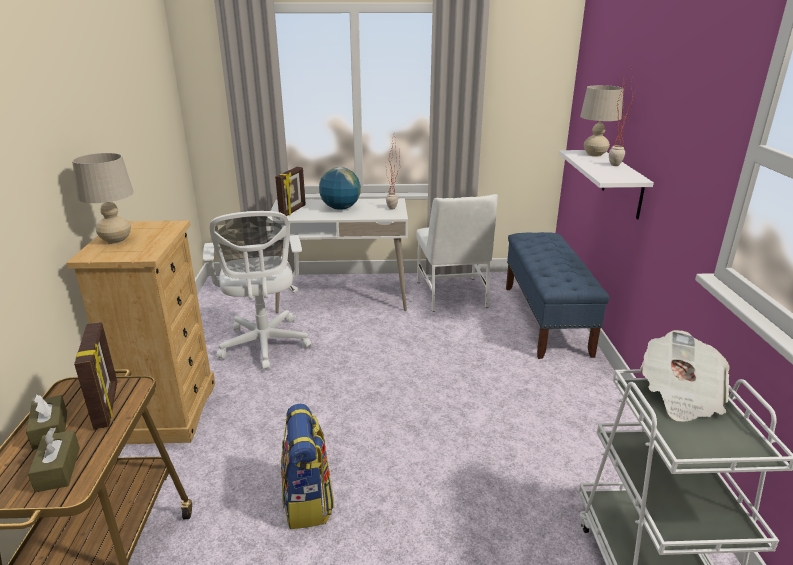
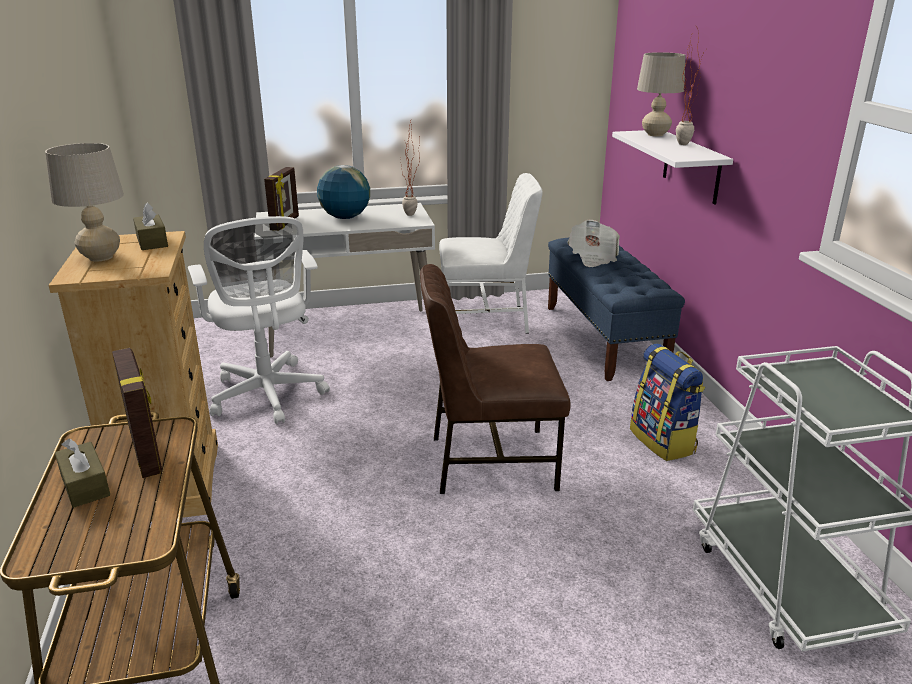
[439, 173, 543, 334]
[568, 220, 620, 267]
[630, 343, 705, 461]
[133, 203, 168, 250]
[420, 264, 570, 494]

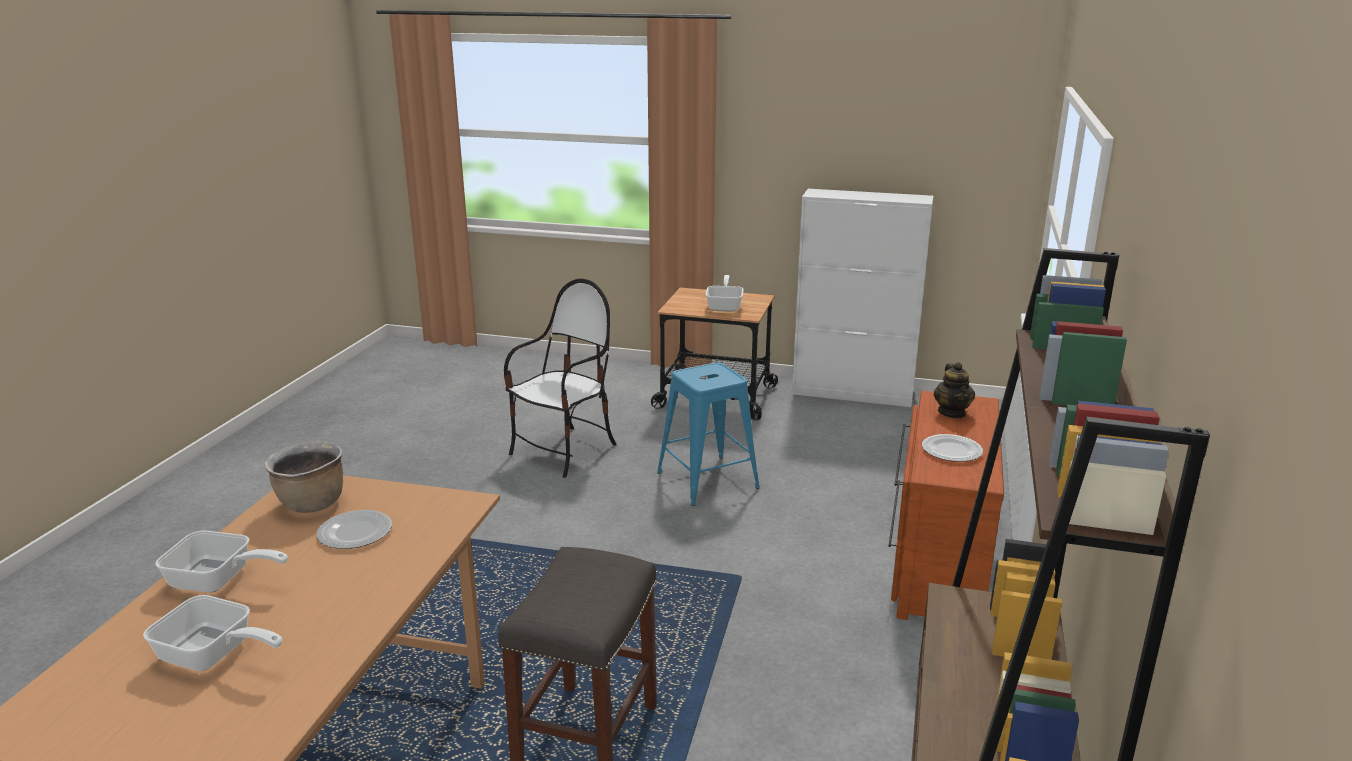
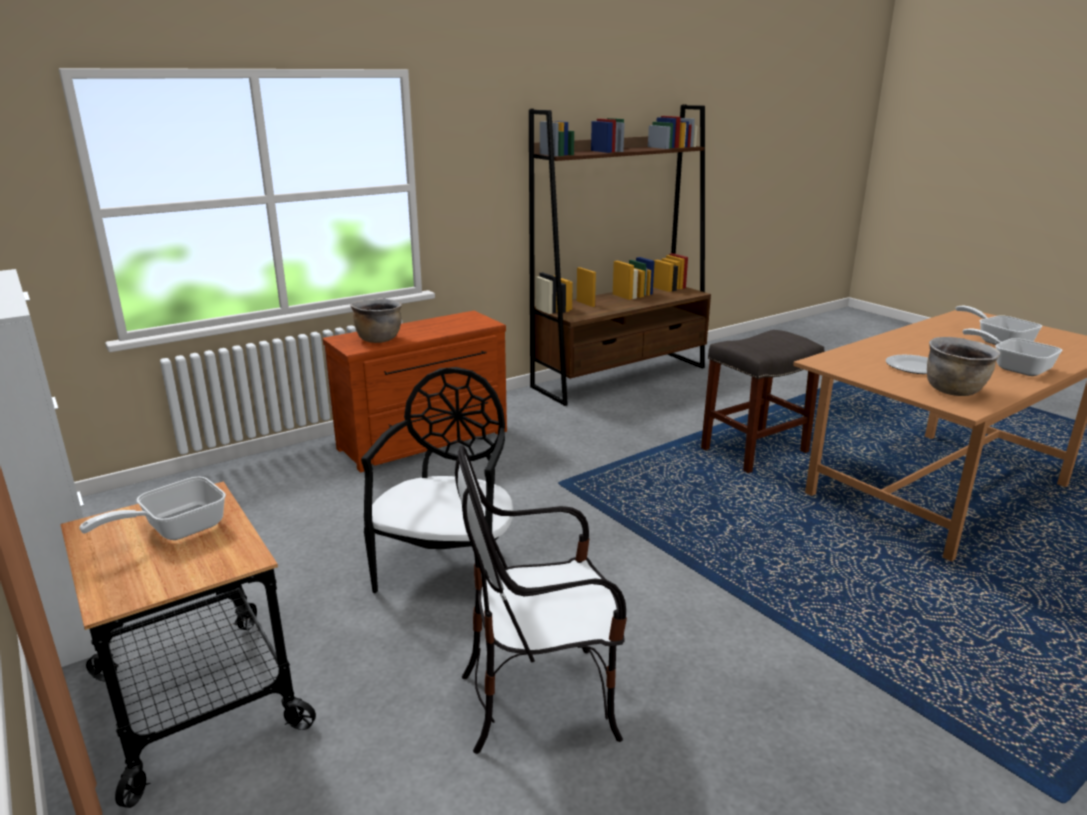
[361, 367, 514, 593]
[351, 298, 402, 343]
[922, 434, 983, 462] (first image)

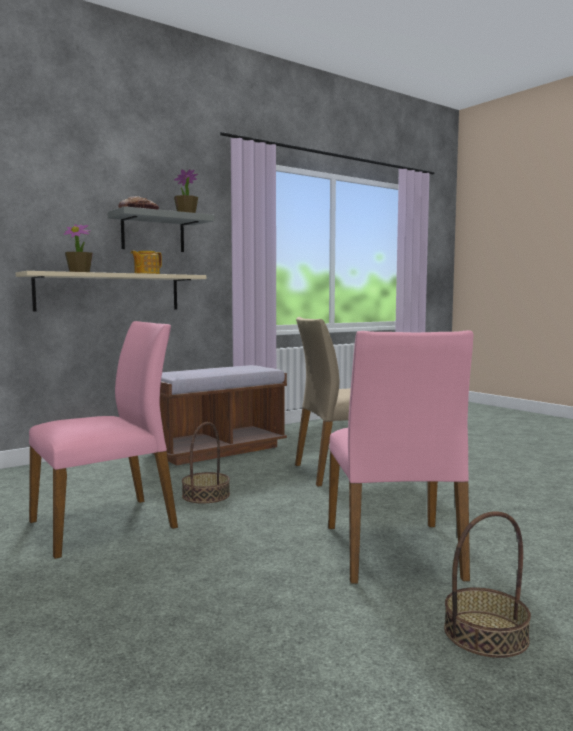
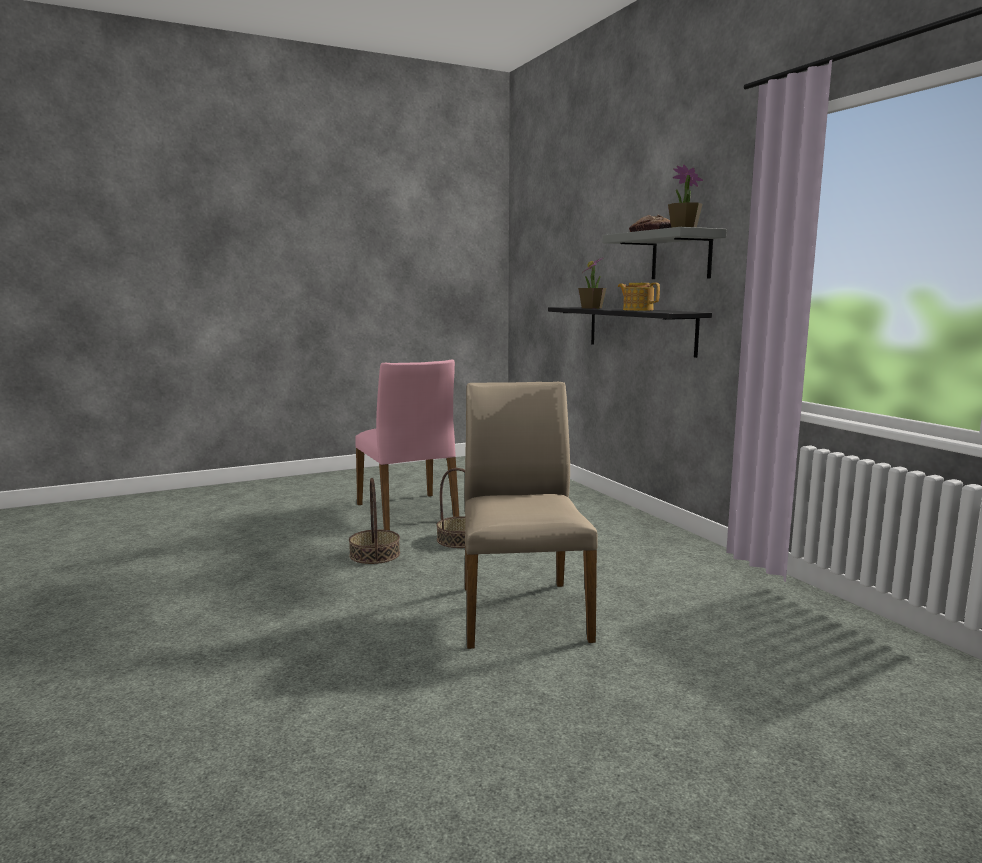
[548, 307, 712, 358]
[328, 330, 473, 584] (first image)
[153, 365, 287, 466] (first image)
[349, 478, 400, 564]

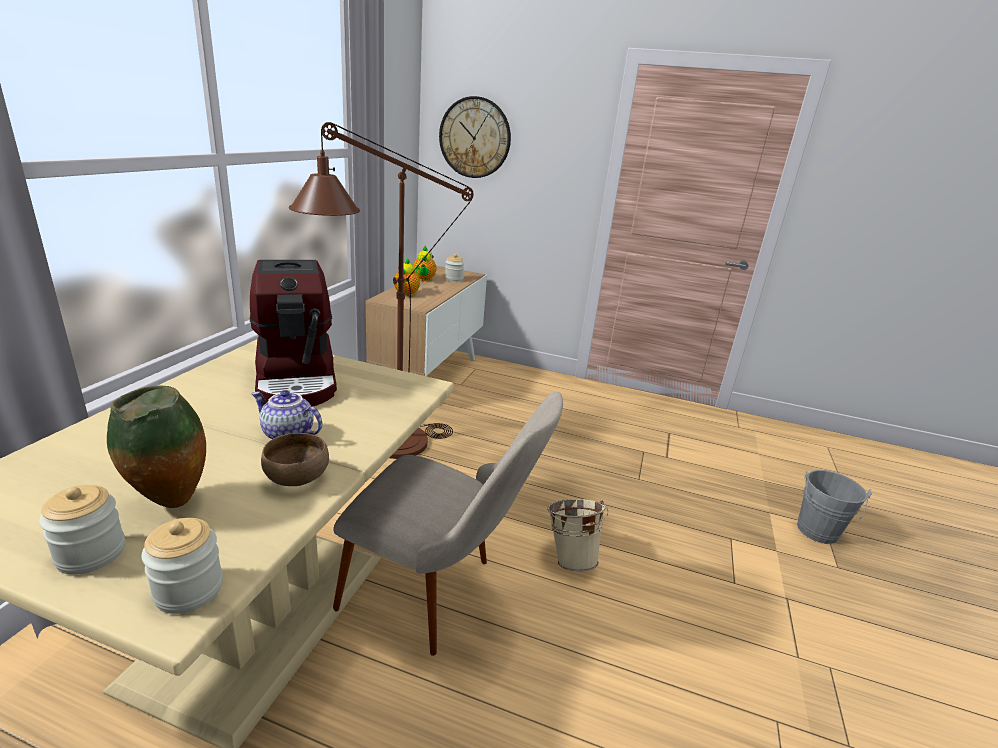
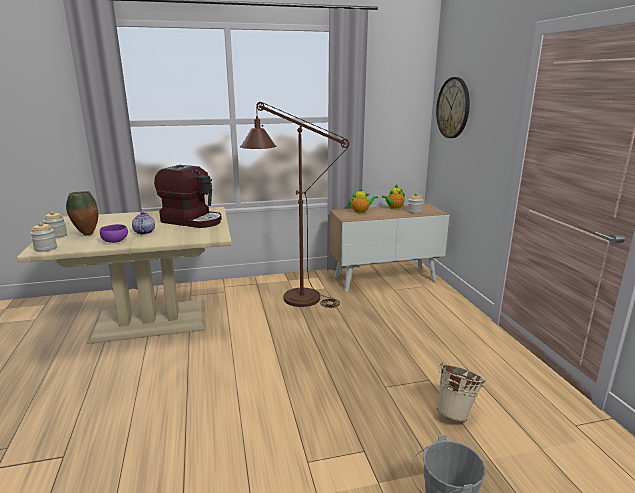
[154, 165, 222, 228]
[333, 392, 563, 656] (first image)
[100, 224, 128, 243]
[436, 362, 486, 422]

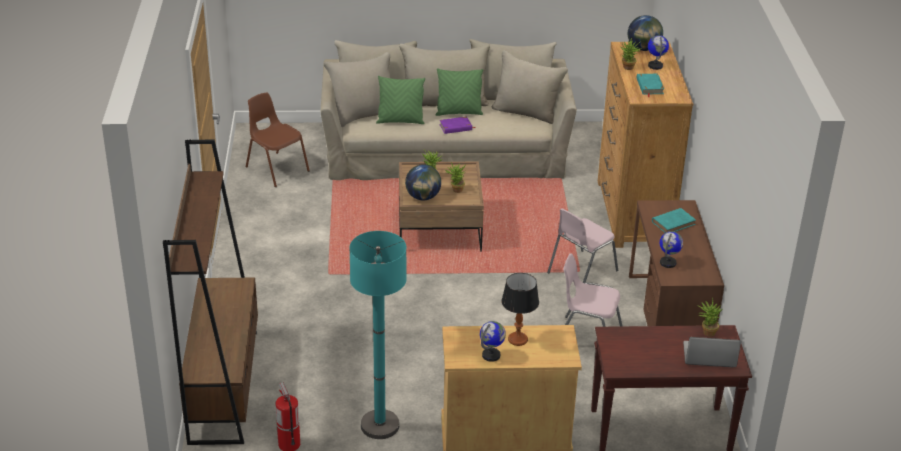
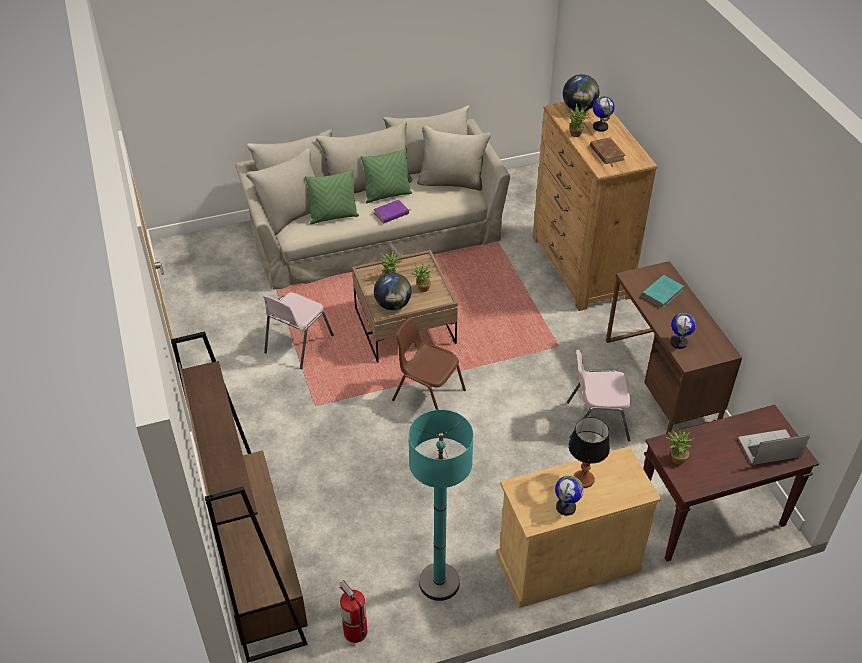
[590, 137, 625, 167]
[392, 317, 466, 410]
[263, 292, 334, 369]
[665, 426, 695, 464]

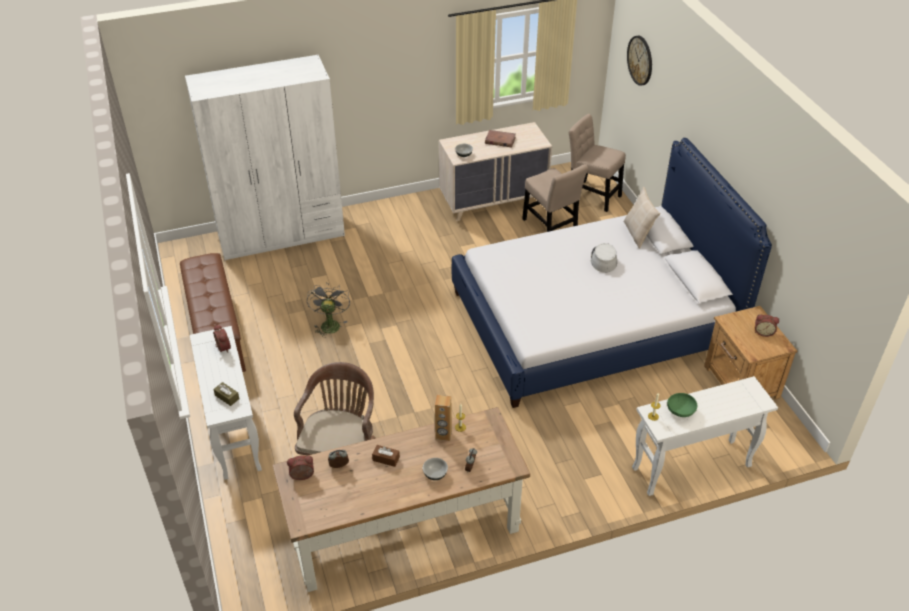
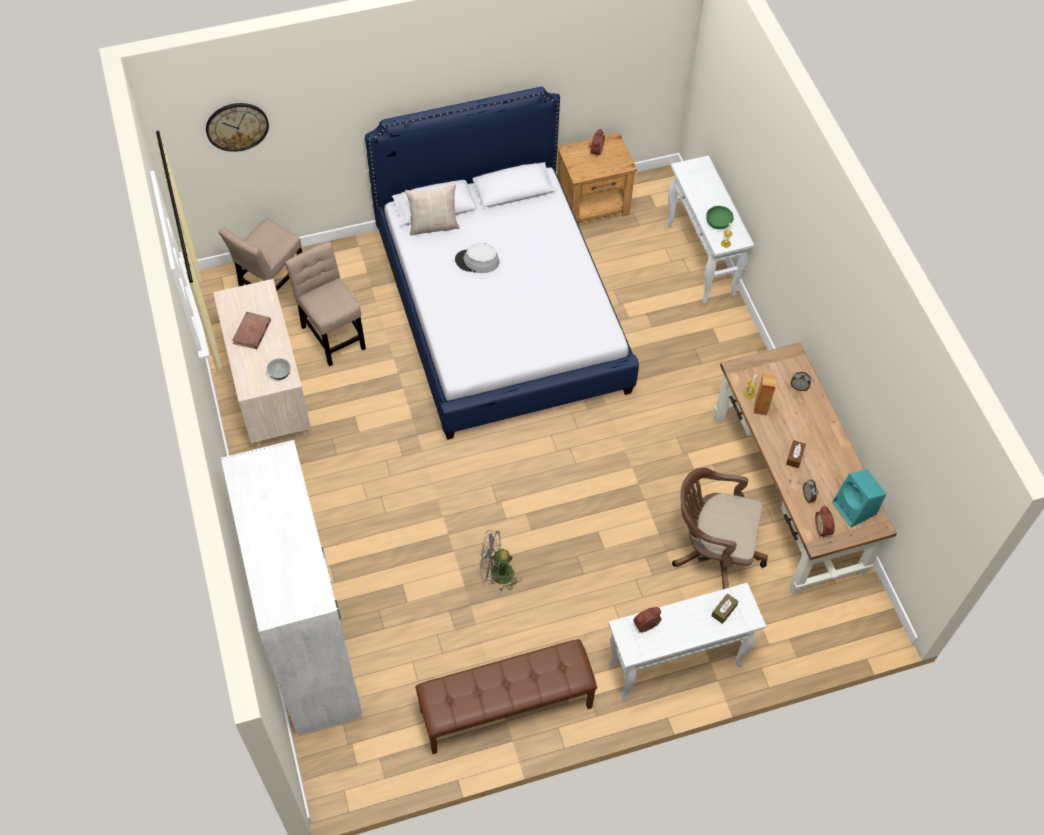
[285, 242, 366, 366]
[423, 458, 448, 480] (first image)
[832, 469, 886, 527]

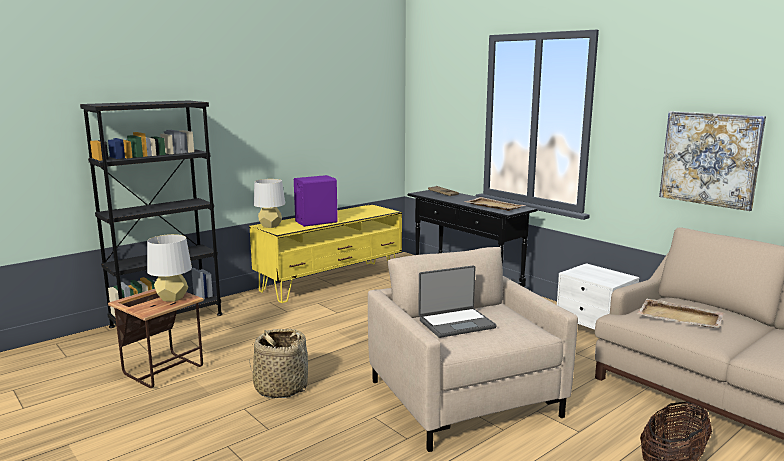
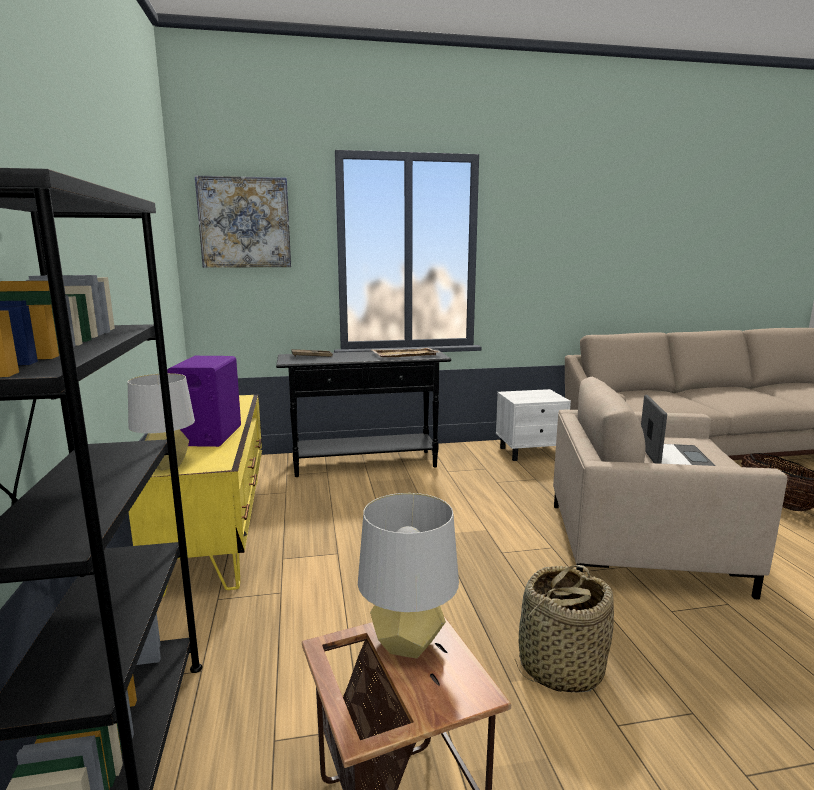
[195, 175, 291, 268]
[637, 299, 724, 328] (first image)

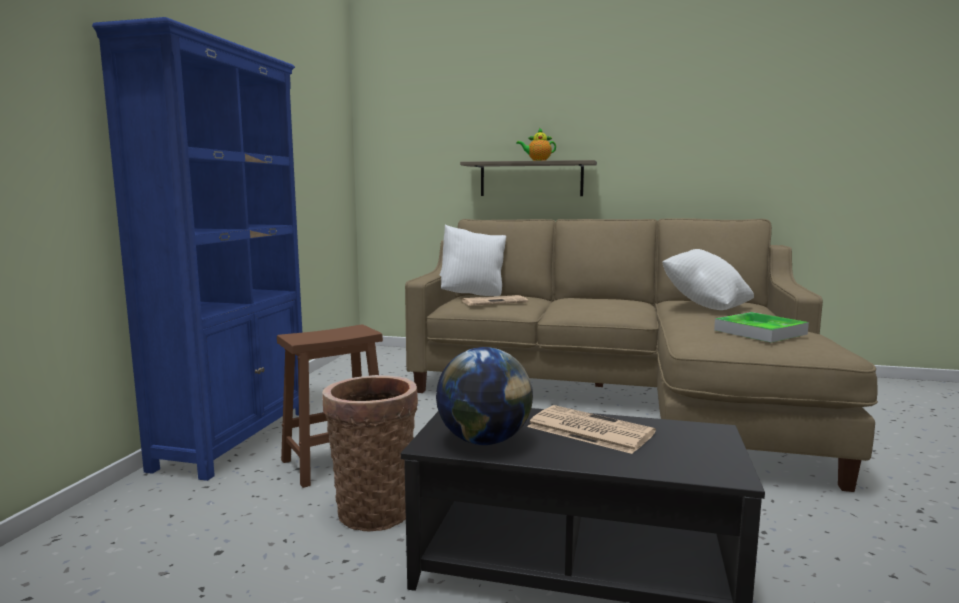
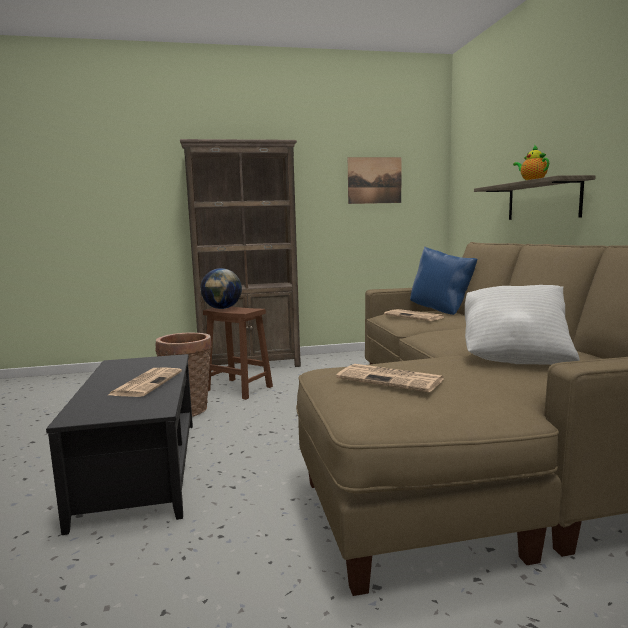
[180, 139, 301, 367]
[410, 246, 478, 315]
[336, 364, 444, 392]
[200, 268, 242, 309]
[348, 157, 401, 204]

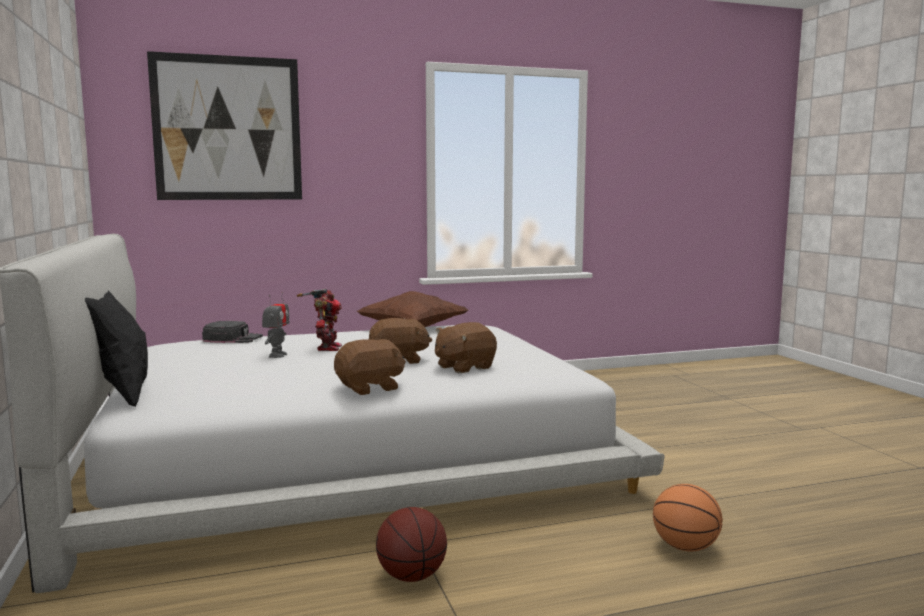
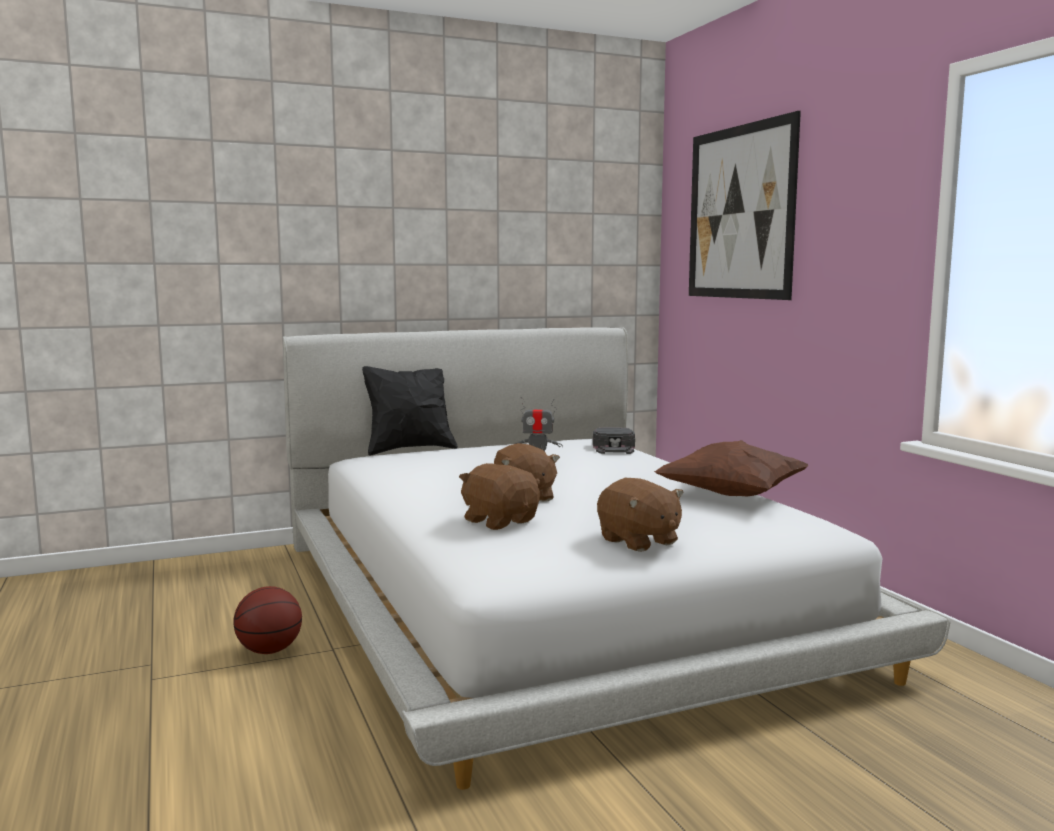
[297, 288, 342, 351] (first image)
[597, 478, 684, 552]
[653, 484, 723, 551] (first image)

